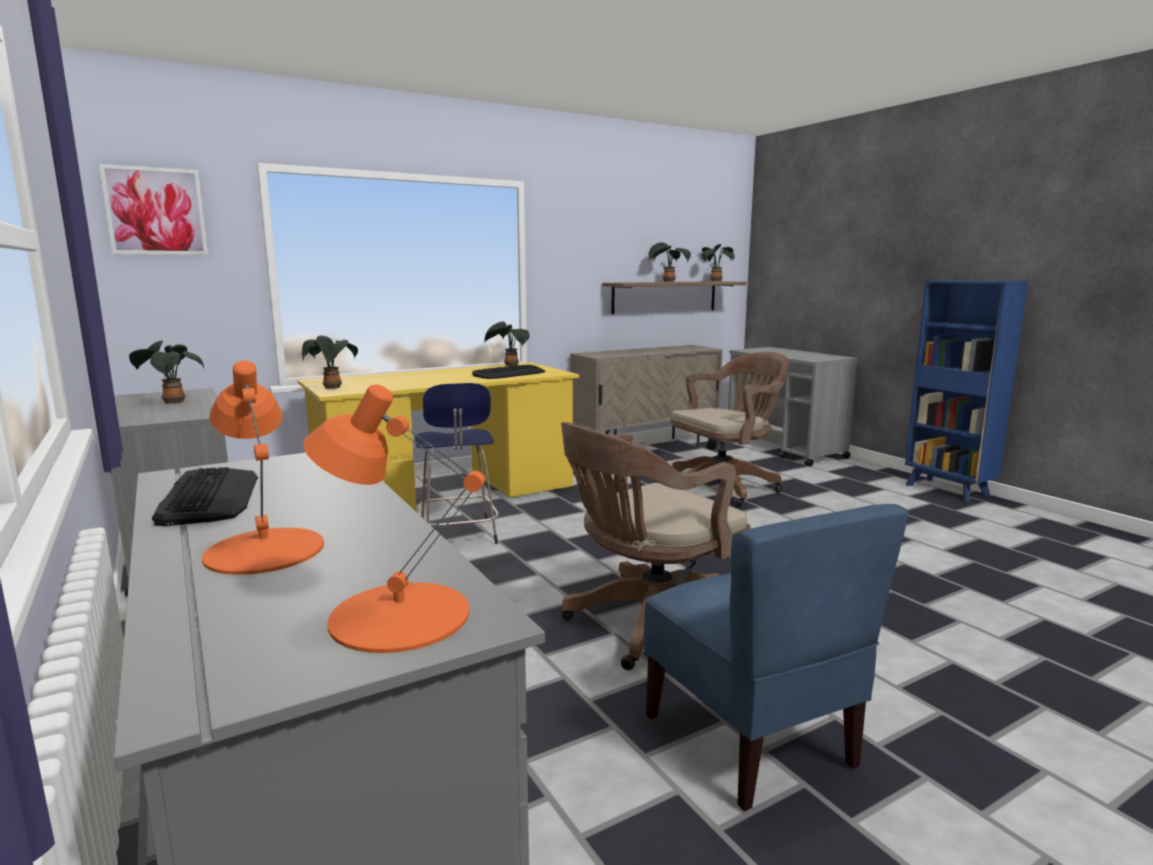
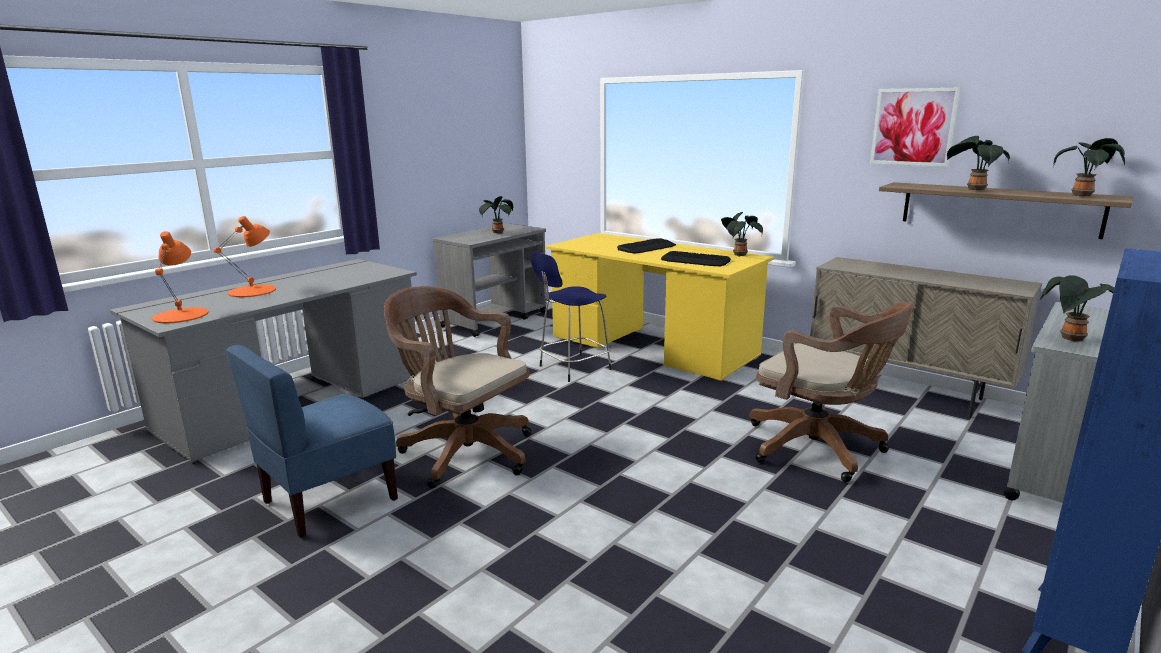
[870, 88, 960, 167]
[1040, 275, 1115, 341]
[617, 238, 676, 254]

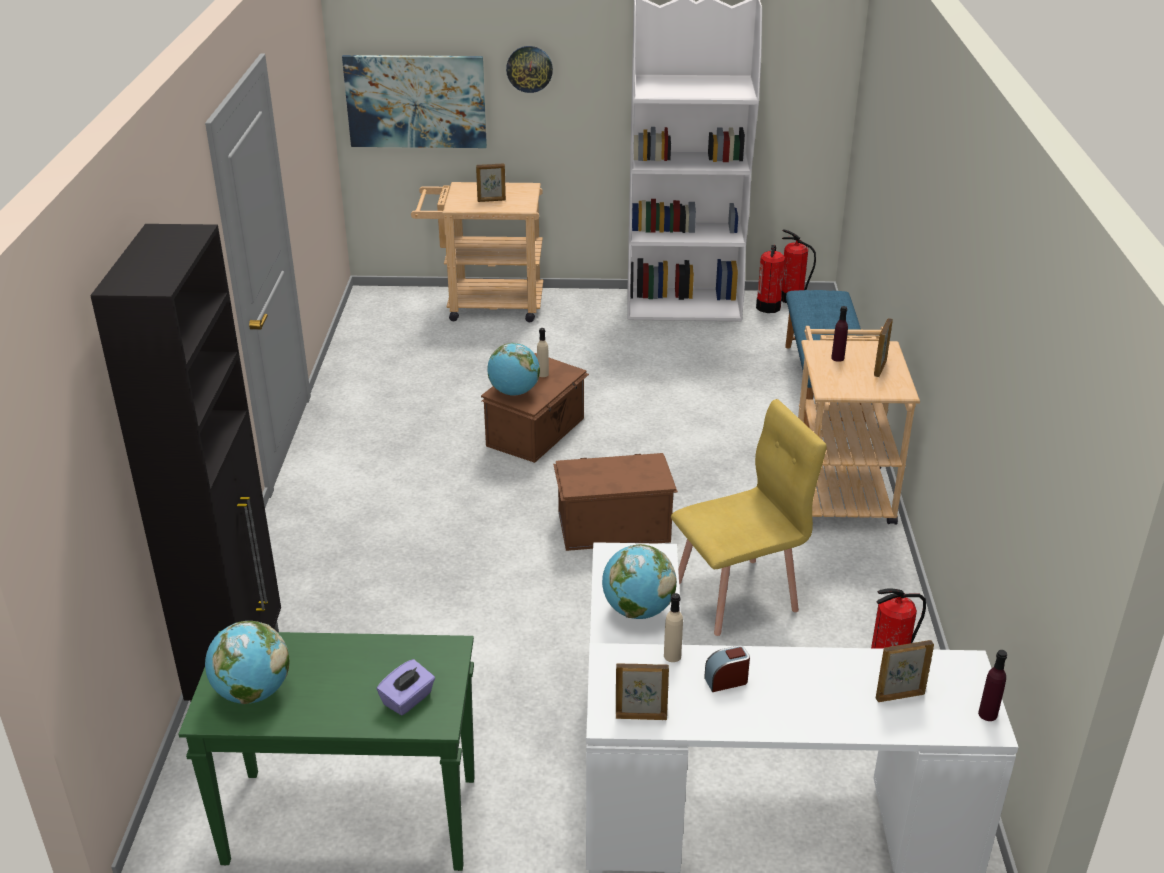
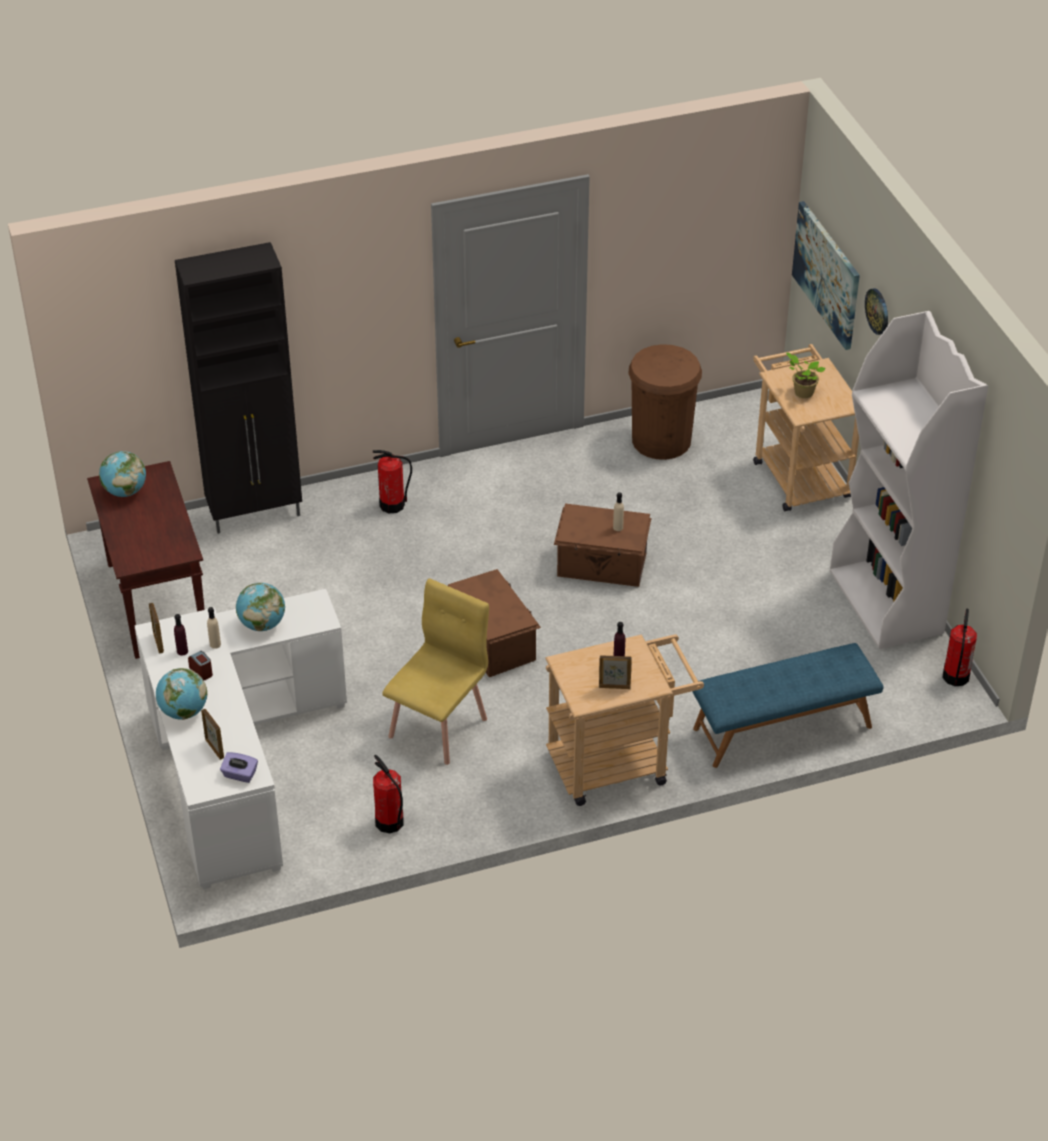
[786, 353, 826, 398]
[373, 450, 412, 513]
[156, 668, 207, 720]
[382, 579, 489, 765]
[87, 461, 205, 659]
[174, 614, 188, 656]
[220, 752, 258, 783]
[628, 344, 702, 460]

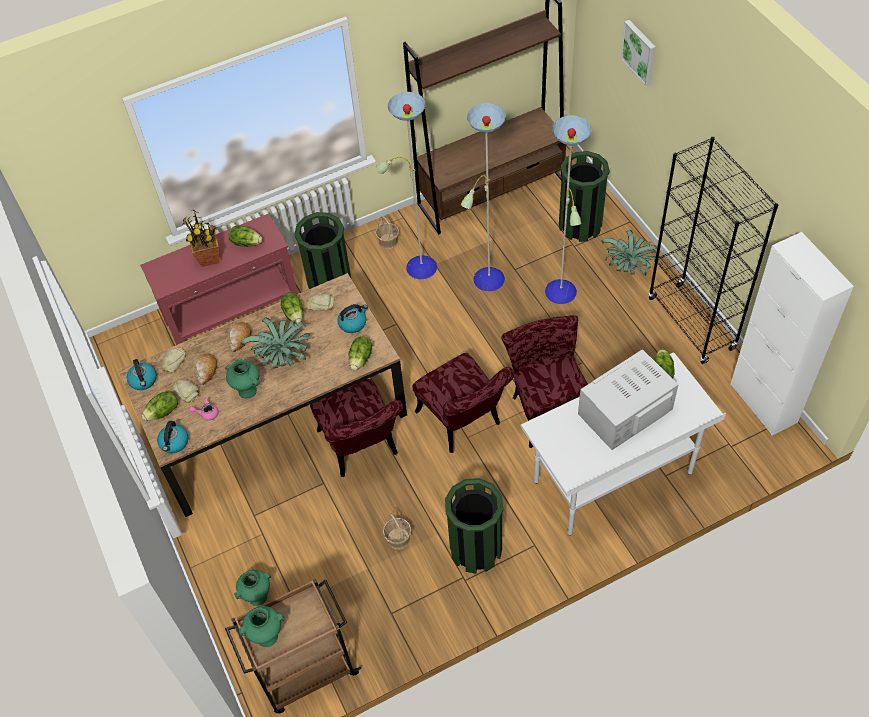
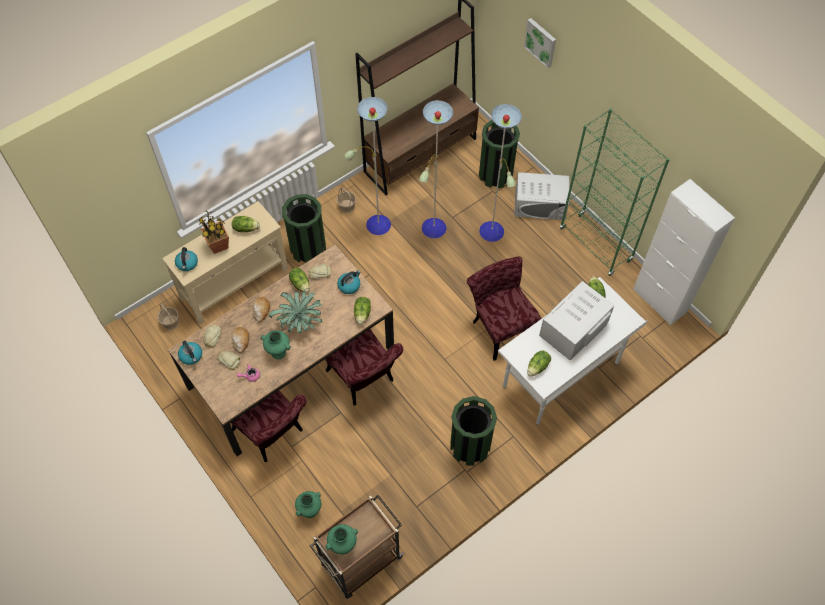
[560, 108, 670, 276]
[162, 201, 288, 324]
[514, 172, 569, 220]
[231, 391, 307, 462]
[527, 350, 551, 377]
[175, 247, 198, 271]
[158, 304, 179, 330]

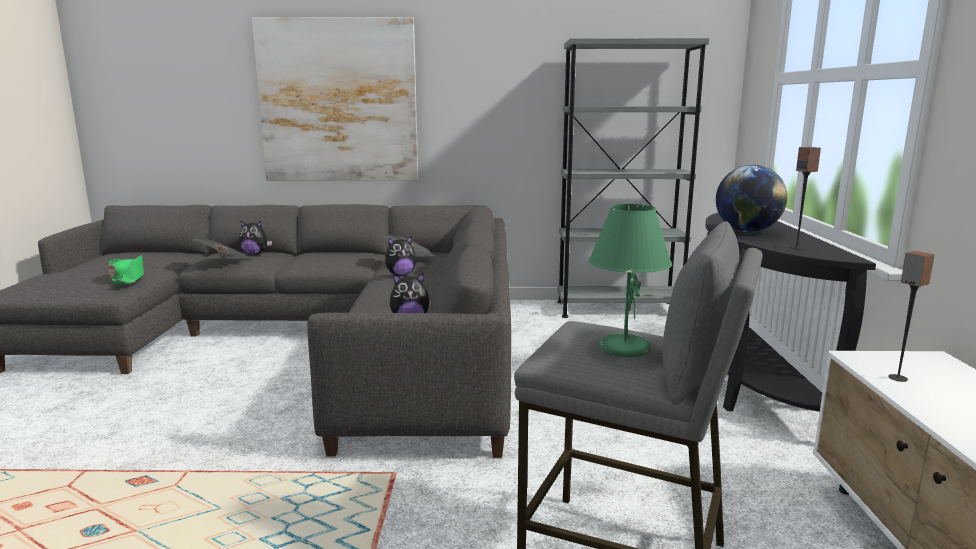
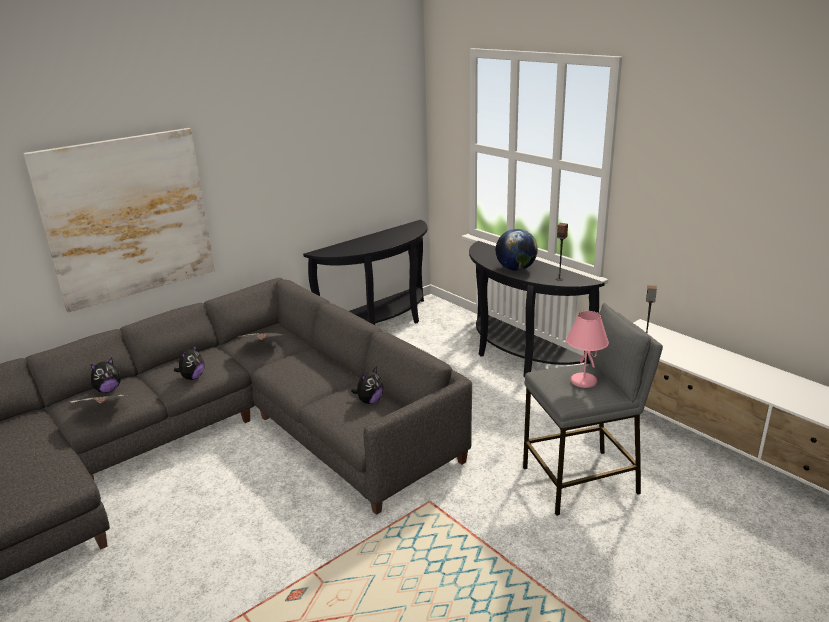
[303, 220, 427, 325]
[566, 311, 609, 388]
[174, 344, 205, 380]
[108, 255, 144, 284] (first image)

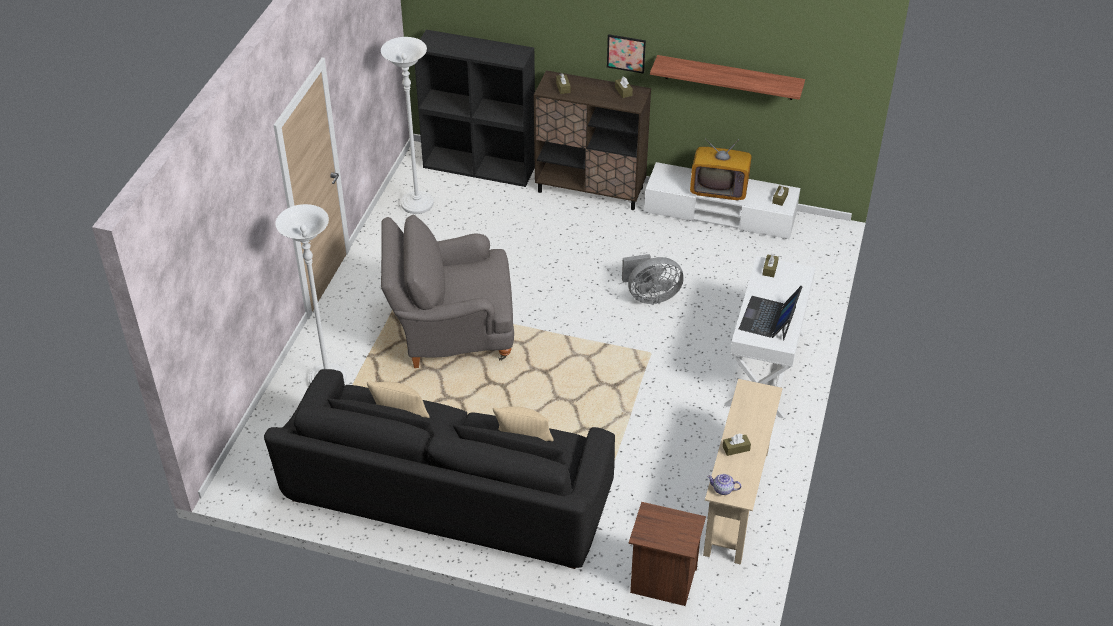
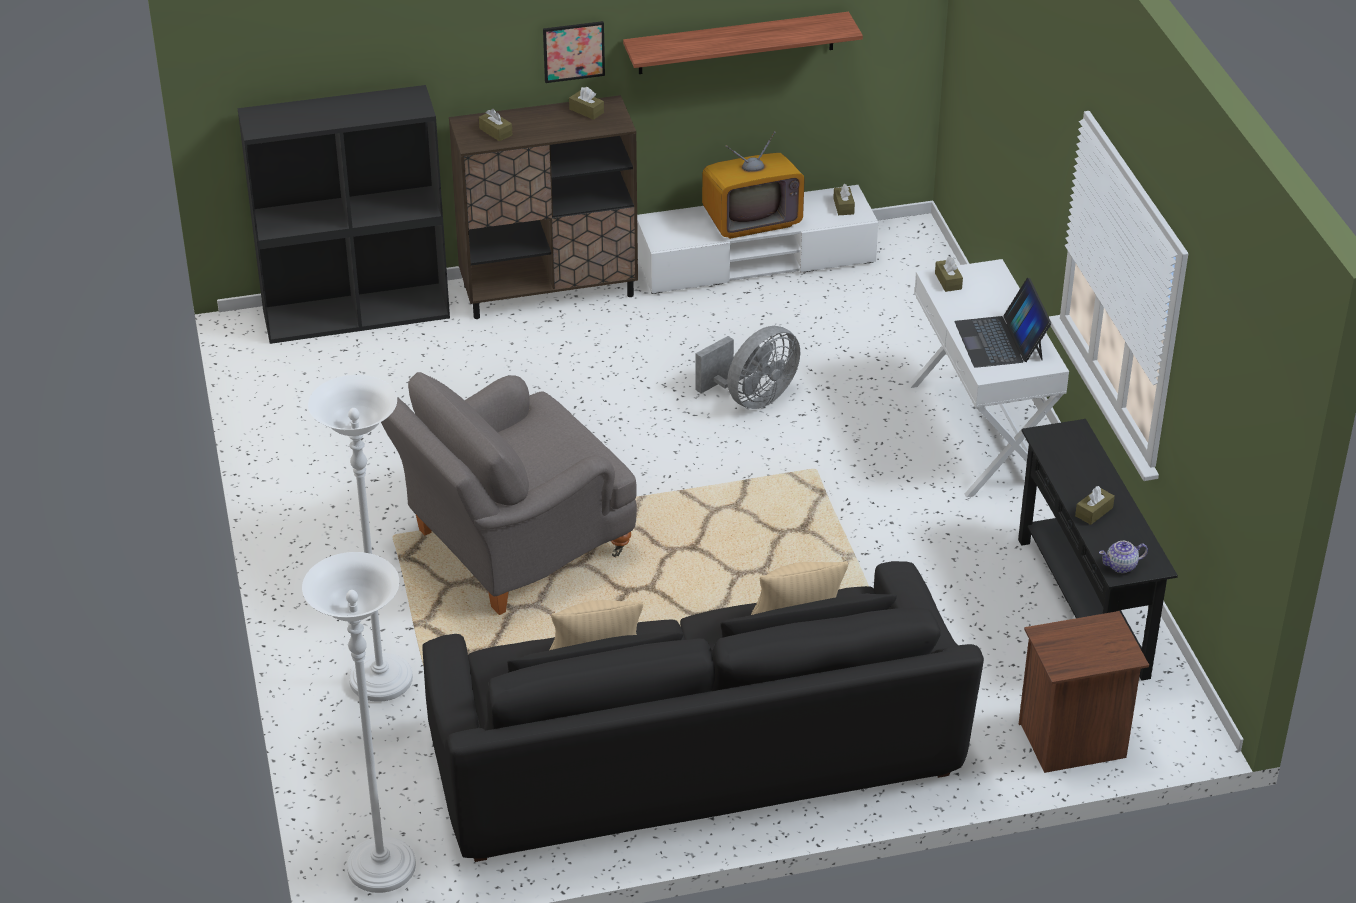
[302, 552, 416, 893]
[1018, 419, 1178, 680]

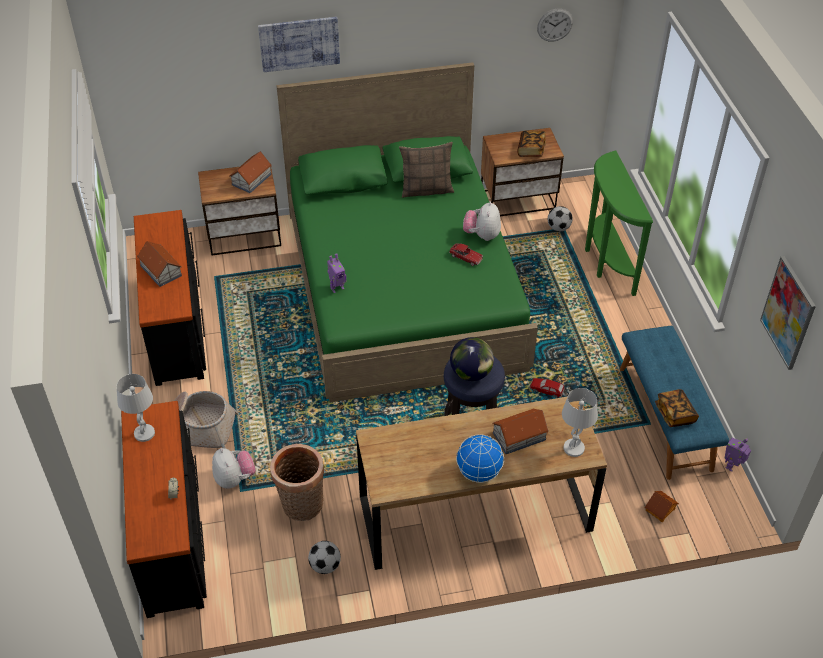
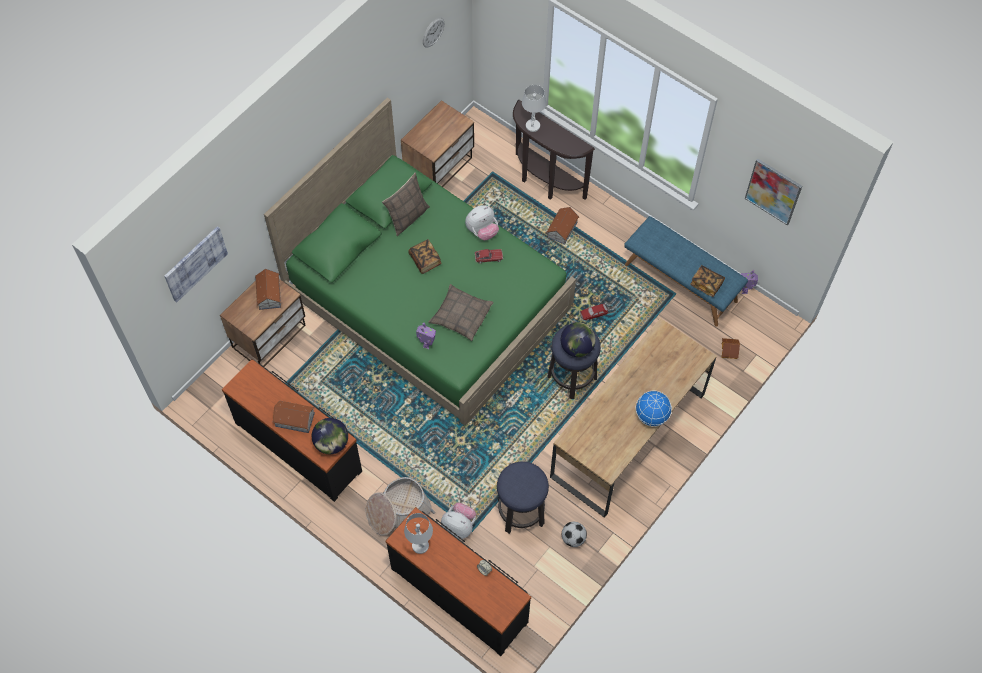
[164, 226, 228, 302]
[408, 239, 442, 274]
[513, 100, 595, 200]
[465, 205, 499, 240]
[548, 206, 573, 232] (first image)
[522, 85, 546, 132]
[546, 207, 579, 245]
[497, 461, 549, 534]
[428, 284, 493, 341]
[312, 418, 348, 454]

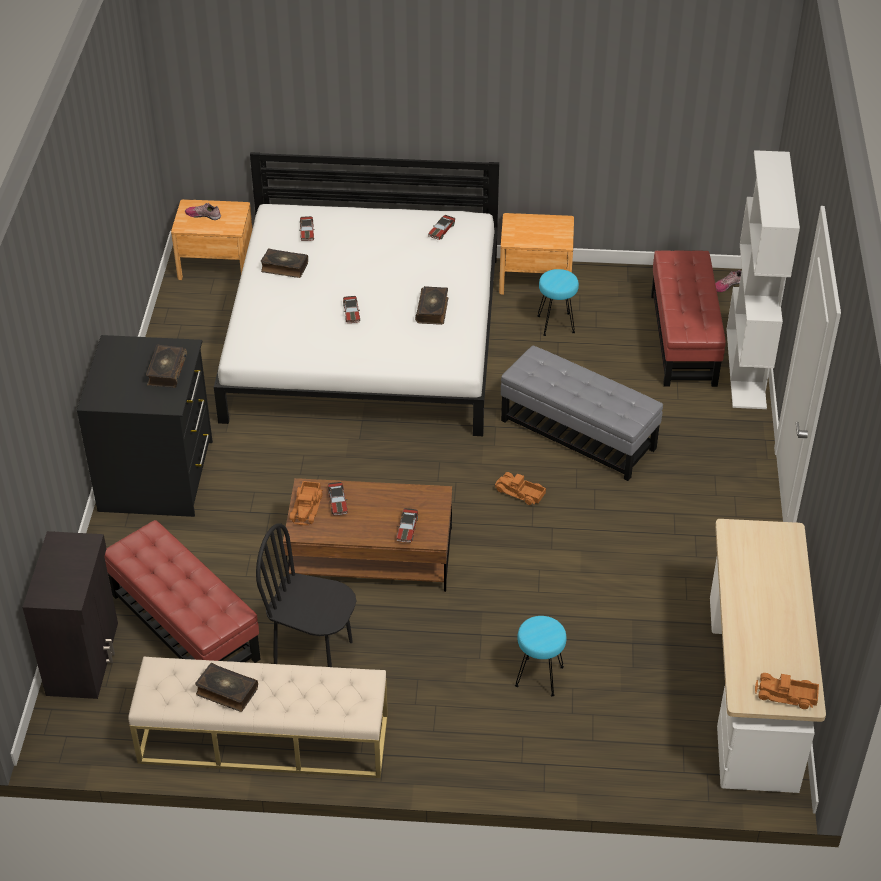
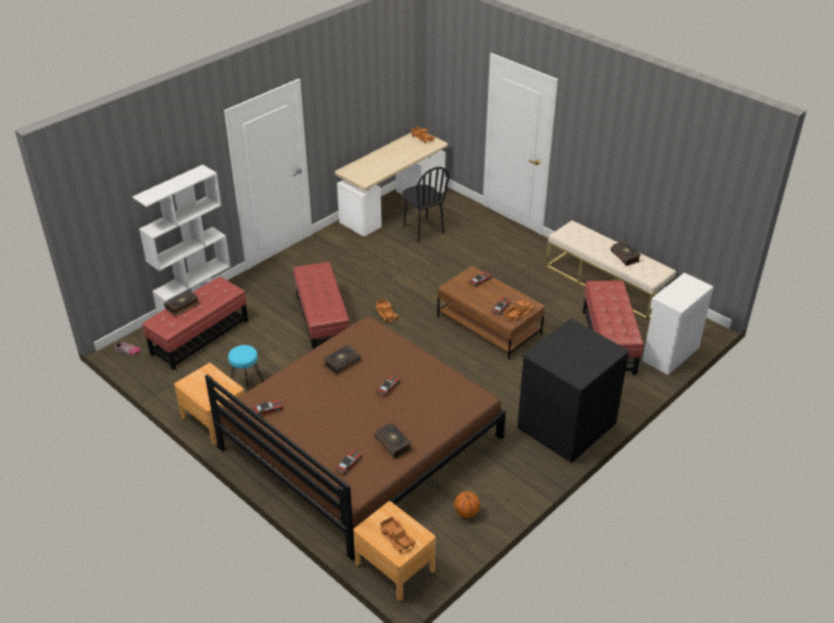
[205, 316, 506, 560]
[380, 516, 416, 553]
[164, 290, 200, 316]
[293, 262, 349, 349]
[402, 167, 449, 242]
[642, 272, 714, 375]
[515, 616, 567, 697] (first image)
[454, 491, 480, 518]

